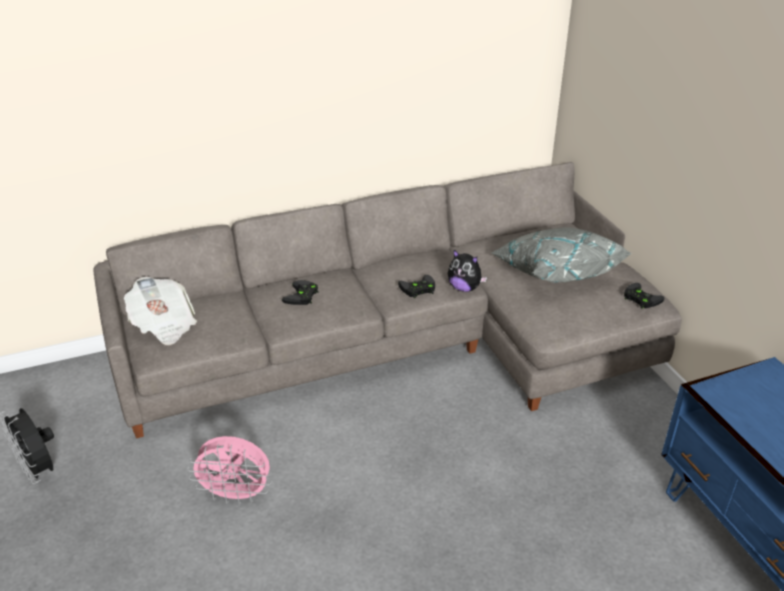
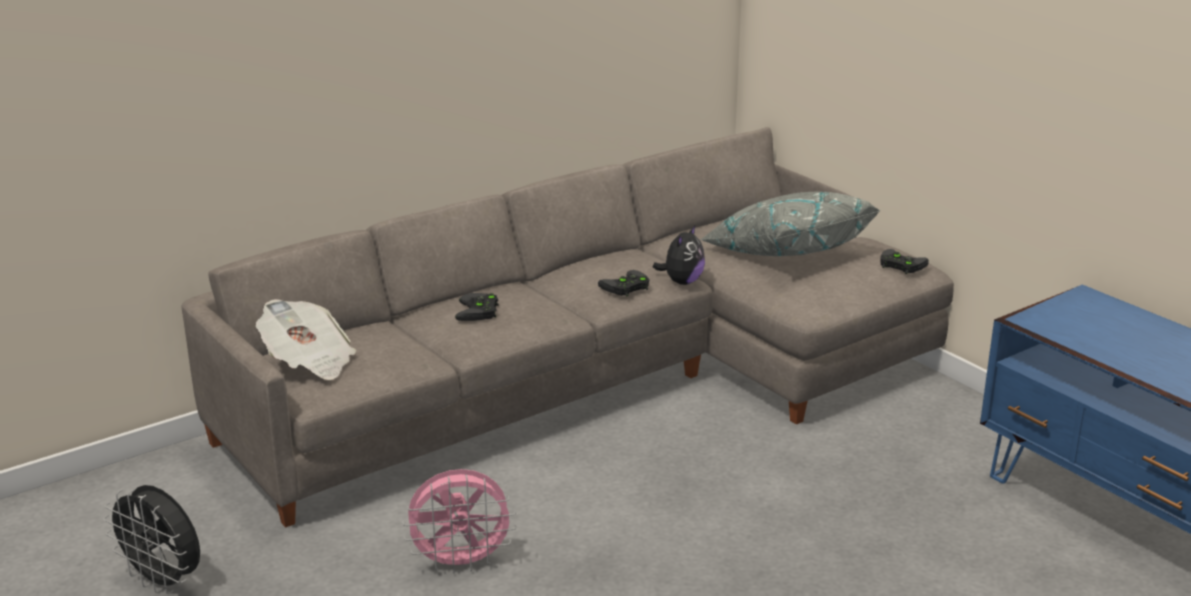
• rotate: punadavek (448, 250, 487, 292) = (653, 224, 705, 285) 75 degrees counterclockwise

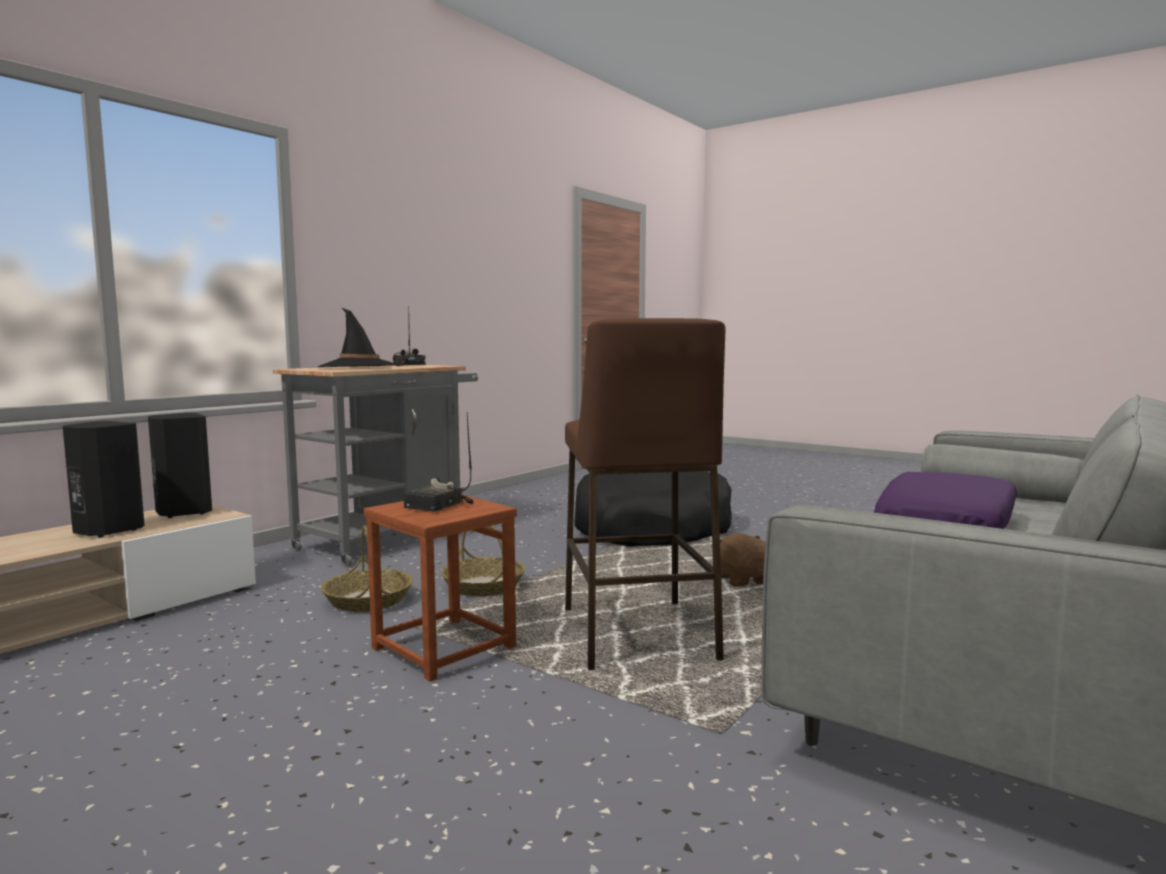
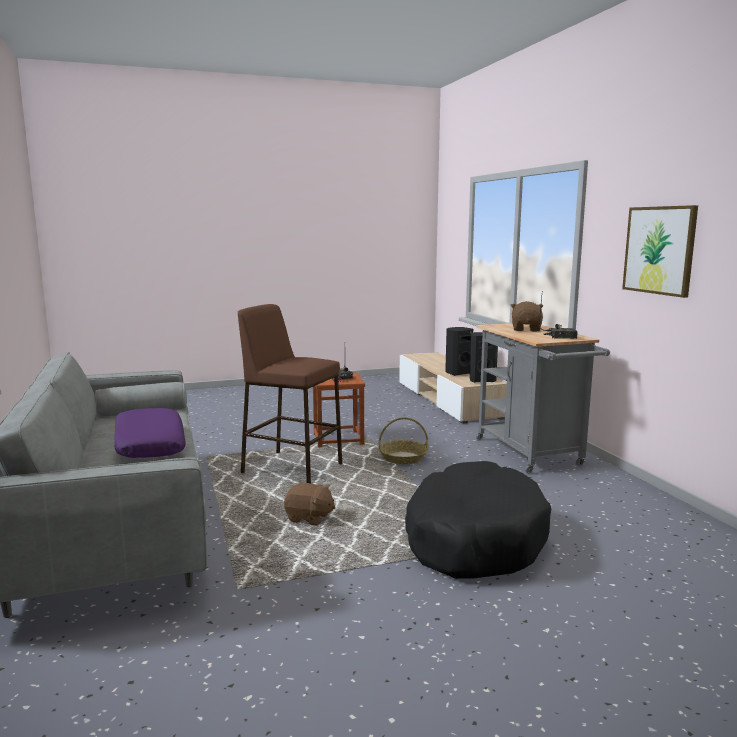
• delete: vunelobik (321, 525, 413, 612)
• insert: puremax (622, 205, 698, 298)
• replace: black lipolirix (317, 308, 399, 367) to brown punadavek (510, 301, 543, 332)

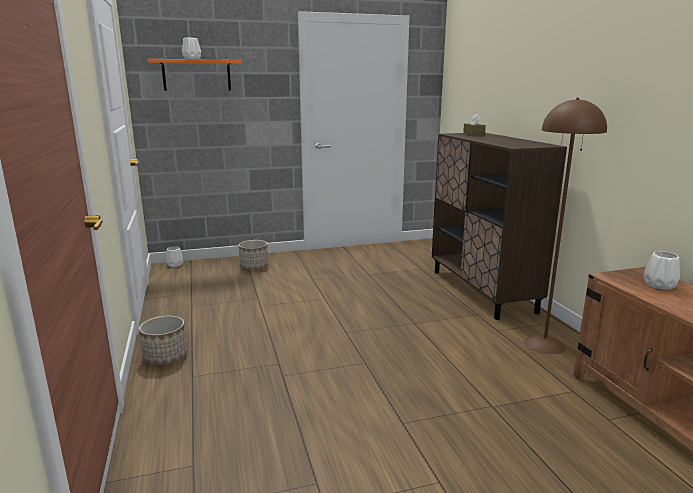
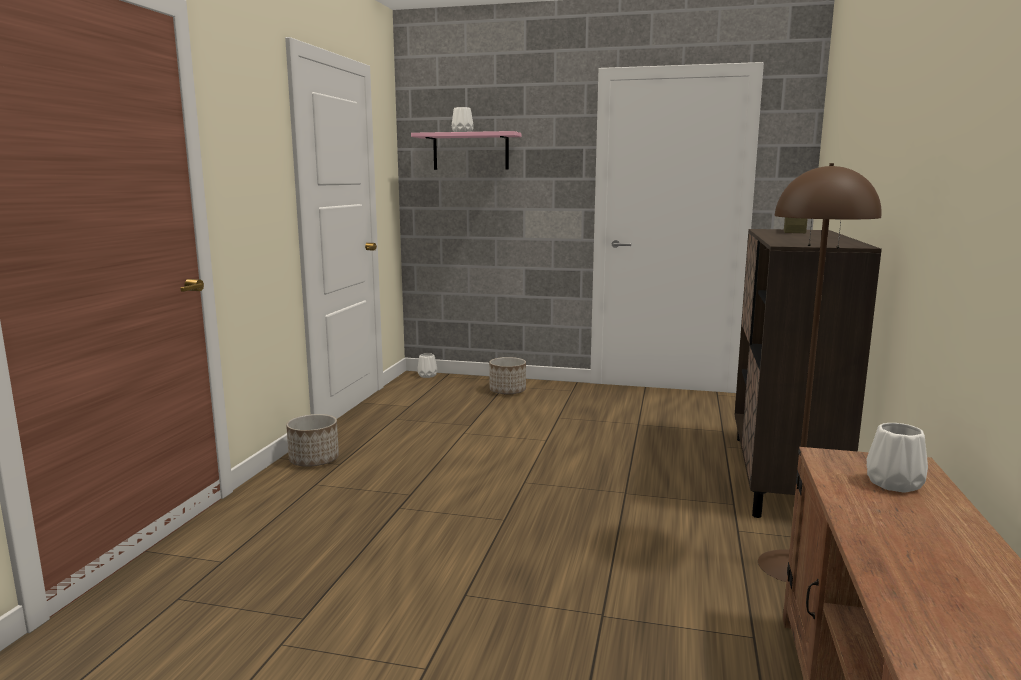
• recolor: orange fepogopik (147, 59, 242, 91) to pink fepogopik (411, 131, 521, 170)

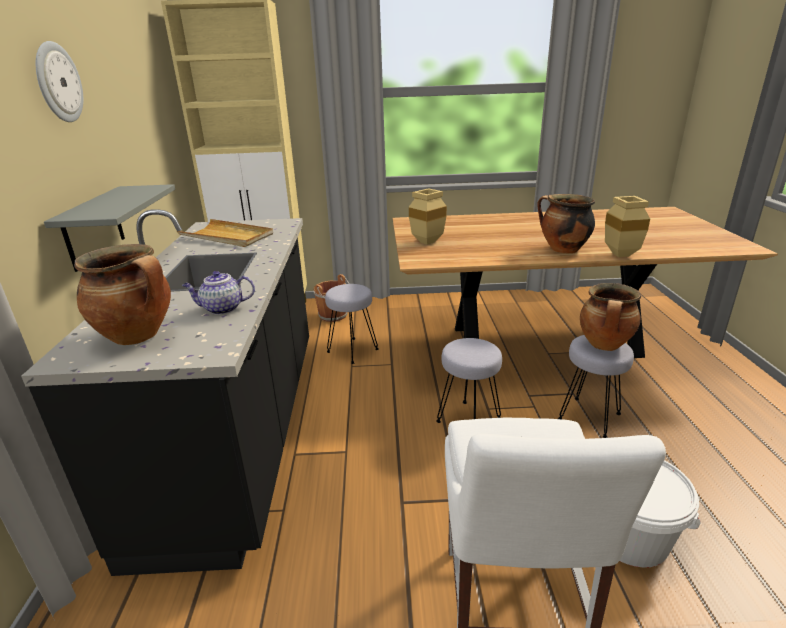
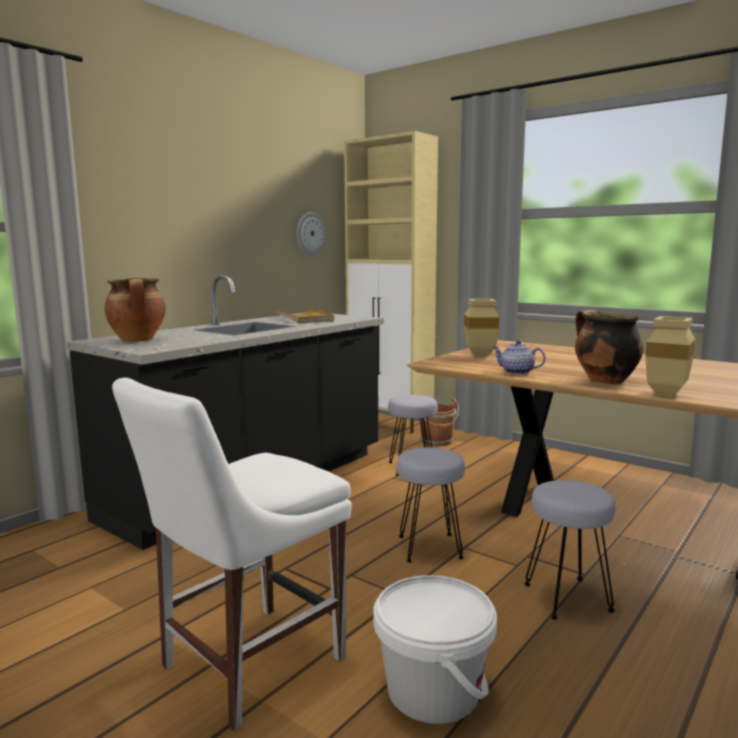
• delete: grey fepogopik (44, 184, 175, 272)
• delete: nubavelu (580, 283, 641, 351)
• move: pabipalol (36, 41, 83, 122) to (297, 212, 326, 255)
• move: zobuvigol (182, 271, 255, 315) to (492, 340, 546, 374)

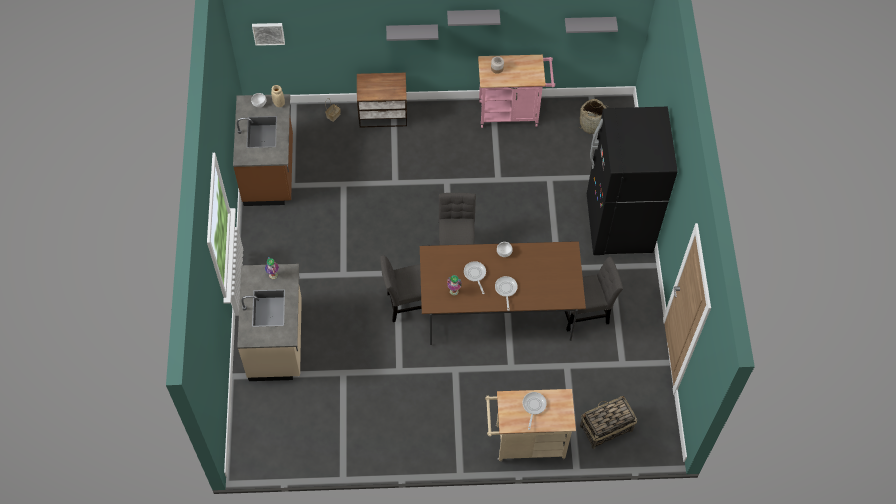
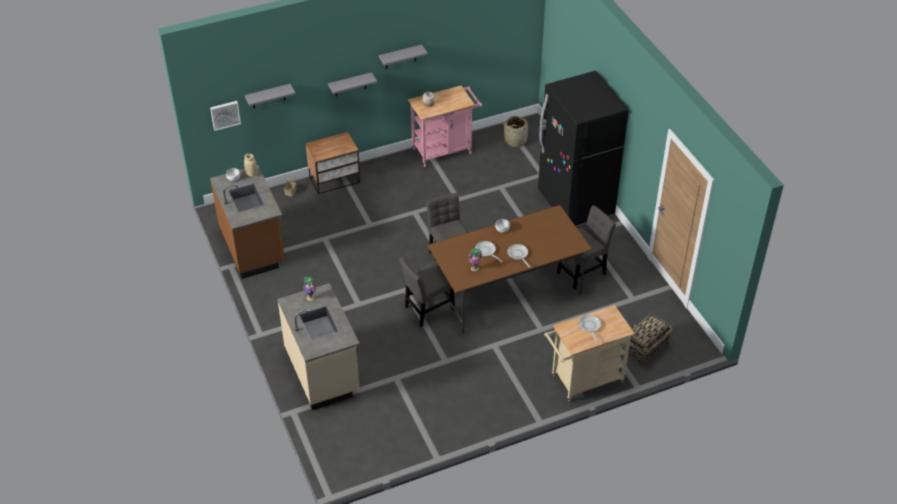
• move: grey fepogopik (565, 17, 618, 33) to (245, 84, 295, 108)

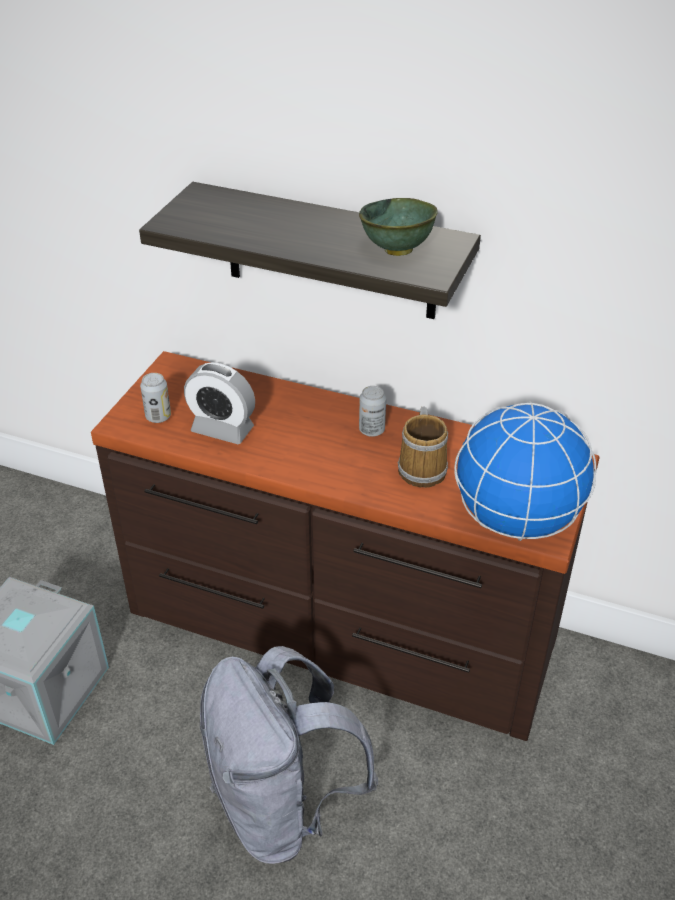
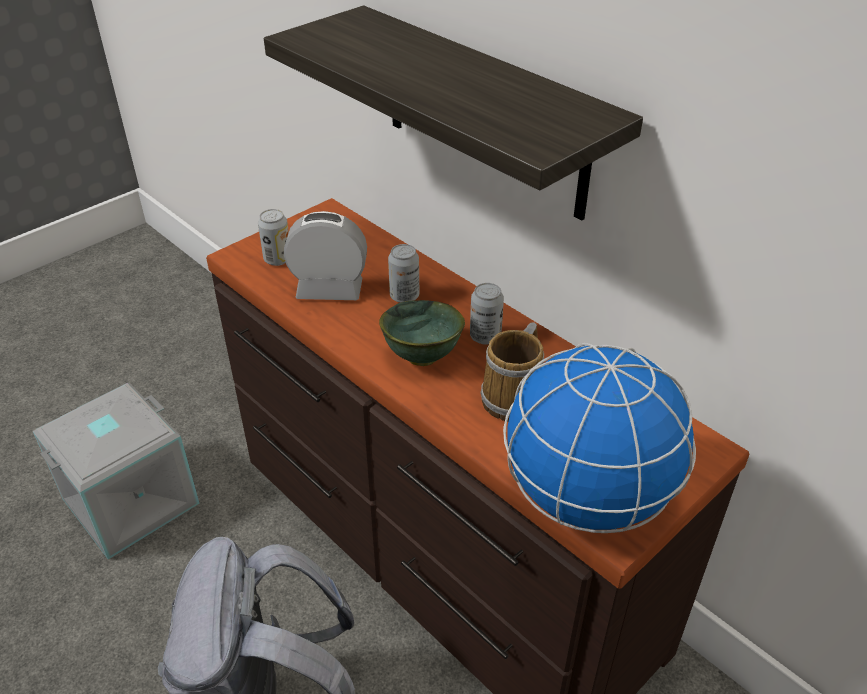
• insert: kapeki (388, 244, 419, 303)
• move: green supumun (359, 198, 438, 256) to (379, 300, 465, 366)
• rotate: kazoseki (184, 362, 255, 444) = (284, 211, 367, 300) 135 degrees clockwise

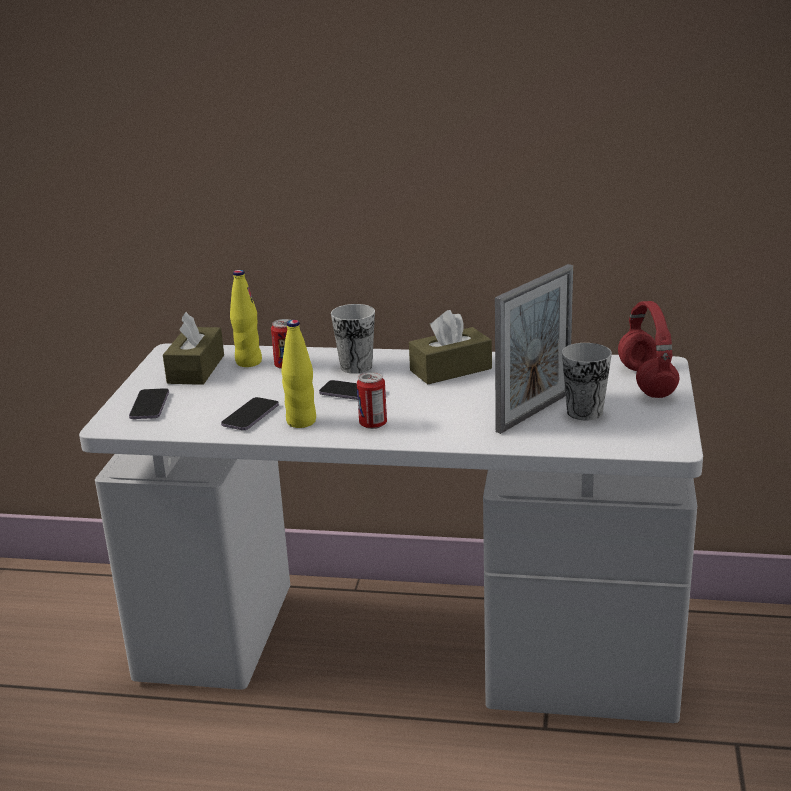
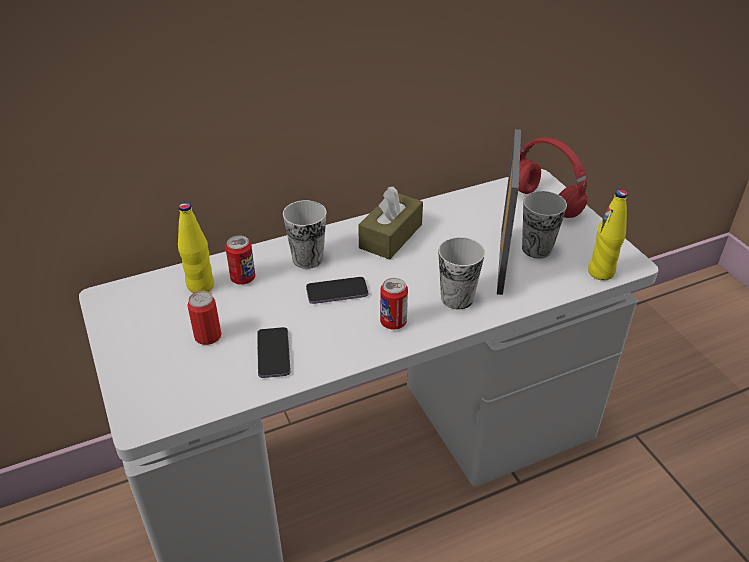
• delete: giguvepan (129, 388, 169, 419)
• delete: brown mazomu (163, 312, 224, 385)
• insert: kapeki (187, 291, 221, 345)
• insert: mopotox (438, 237, 485, 309)
• move: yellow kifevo (281, 320, 316, 428) to (588, 190, 627, 281)

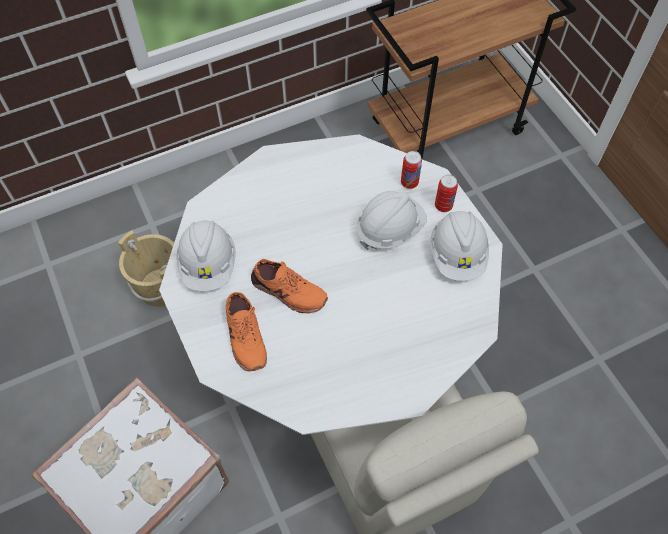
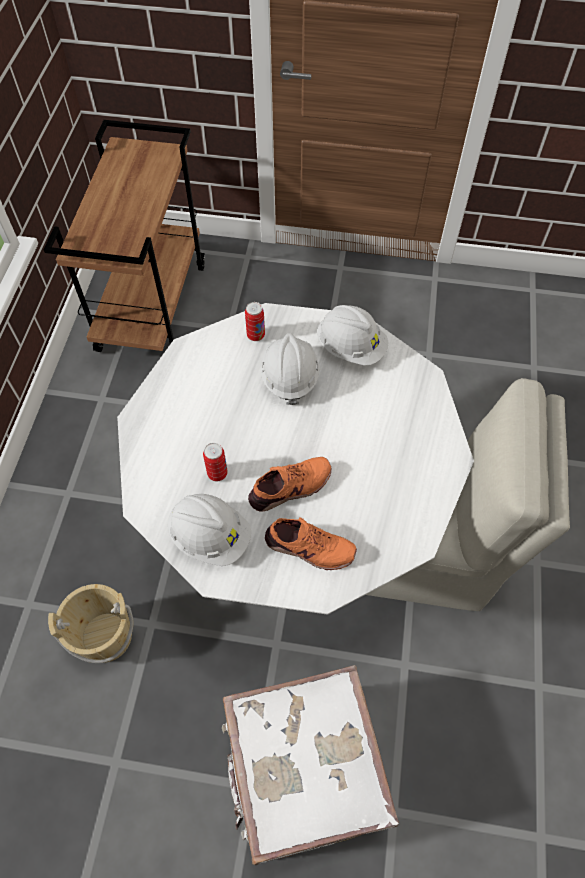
• move: kapeki (435, 174, 458, 212) to (203, 443, 228, 481)

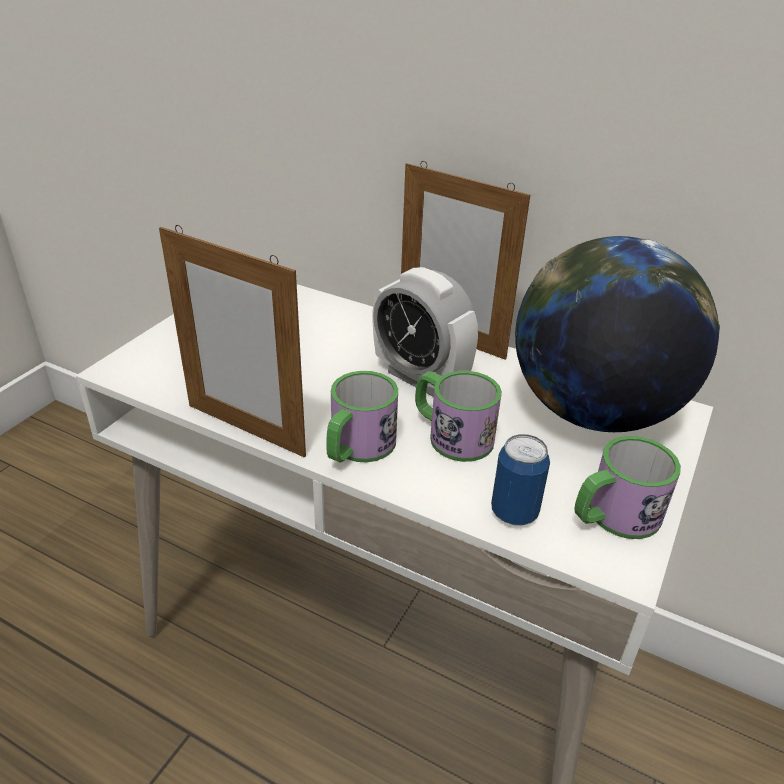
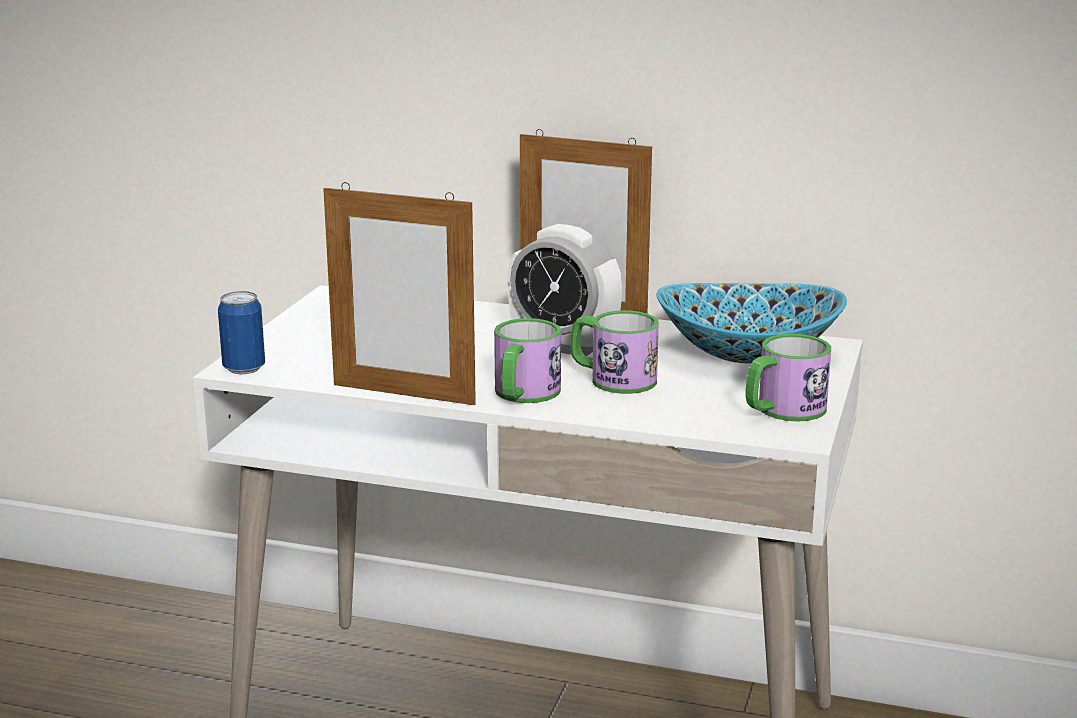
• move: kapeki (491, 434, 550, 525) to (218, 291, 265, 374)
• replace: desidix (515, 236, 720, 432) to supumun (656, 283, 847, 364)

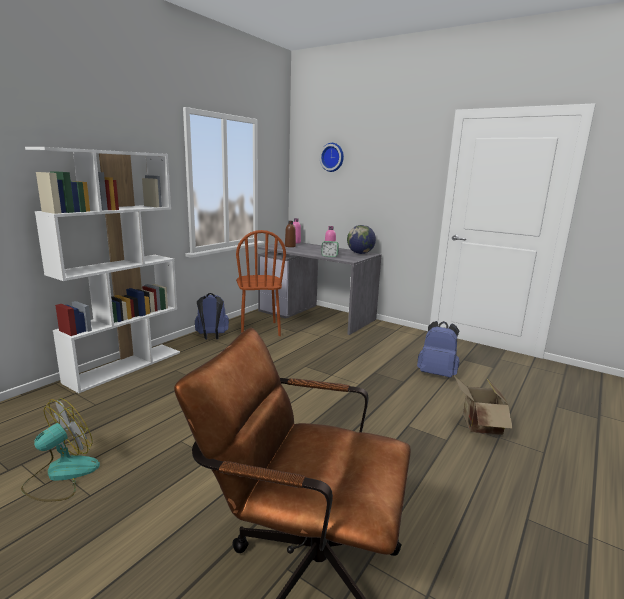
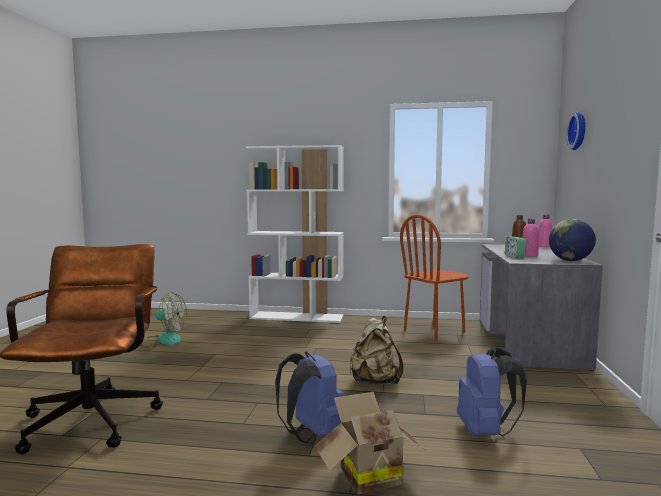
• insert: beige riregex (350, 316, 404, 385)
• move: blue riregex (195, 293, 229, 340) to (275, 352, 343, 443)

